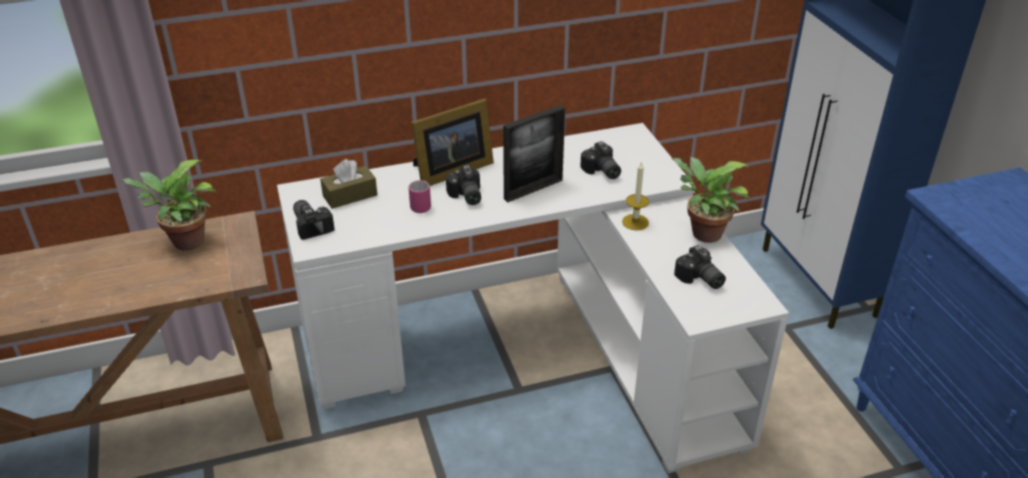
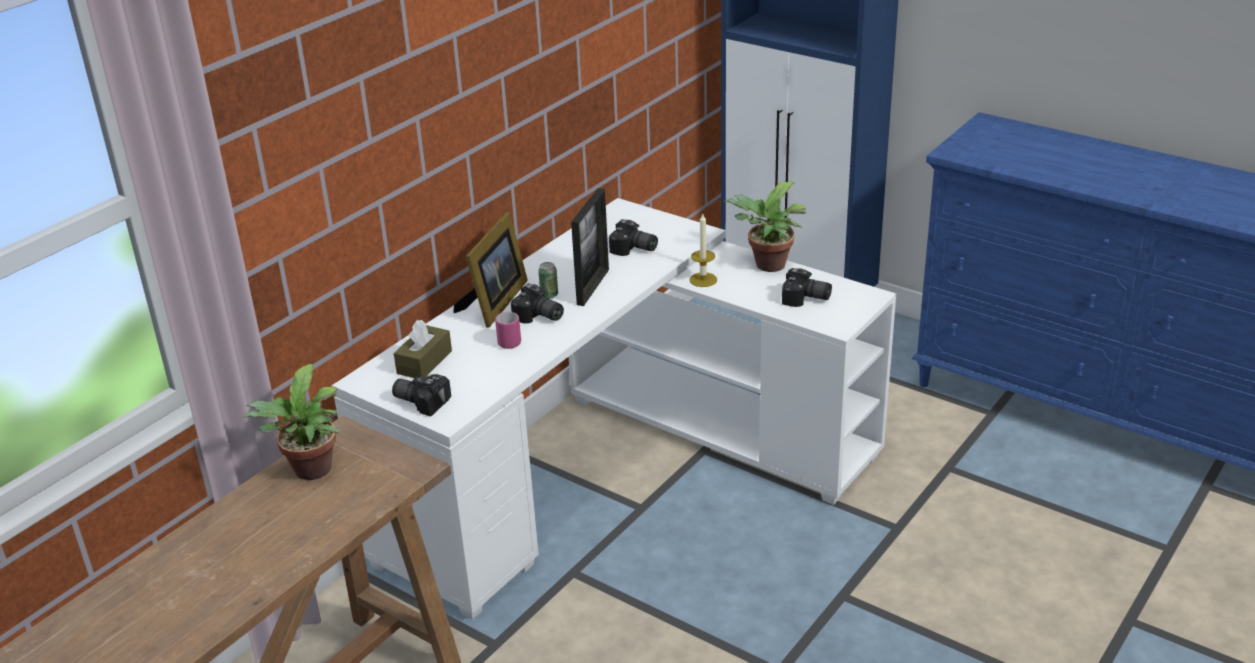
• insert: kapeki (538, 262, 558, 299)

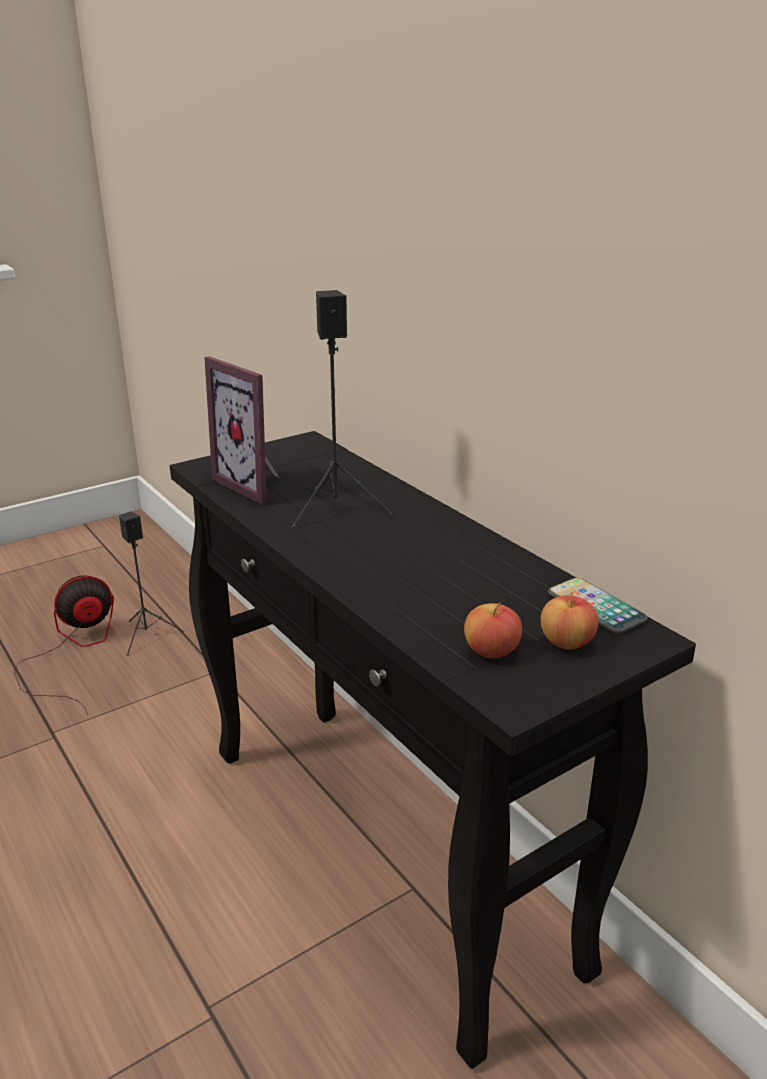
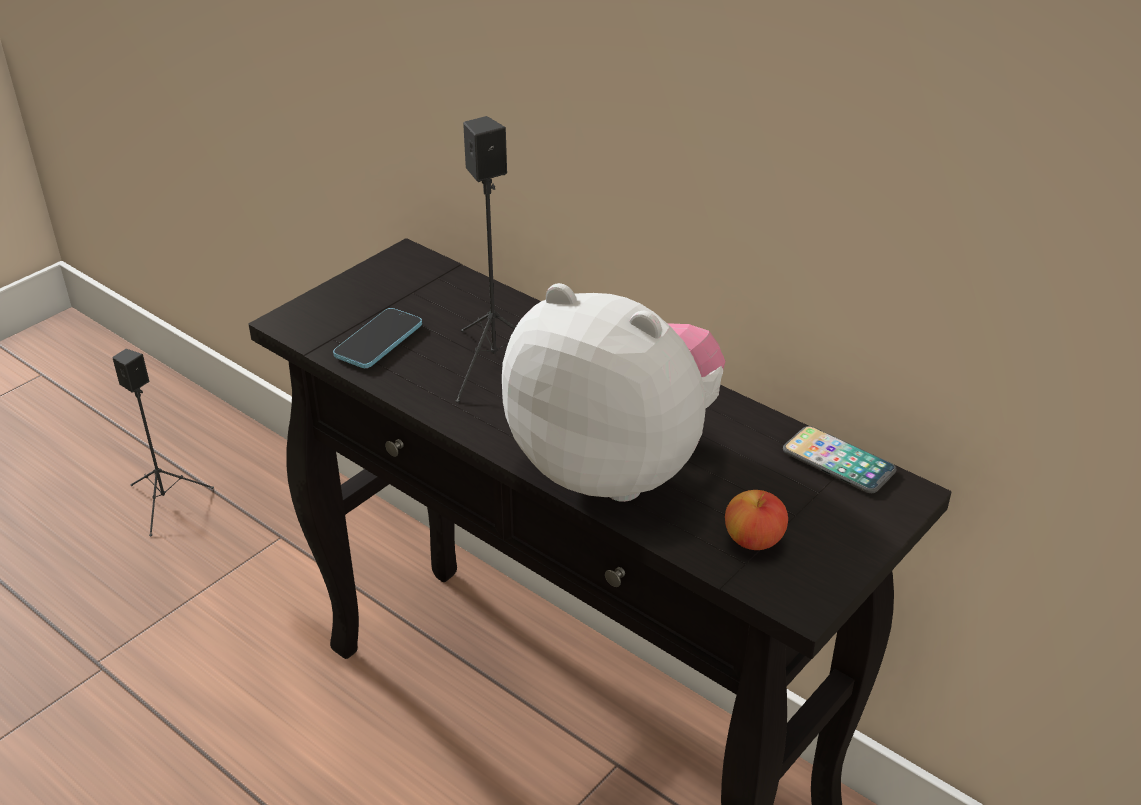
• delete: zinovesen (14, 575, 114, 715)
• delete: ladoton (541, 592, 599, 649)
• insert: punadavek (502, 283, 725, 502)
• replace: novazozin (205, 356, 279, 504) to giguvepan (333, 308, 422, 368)

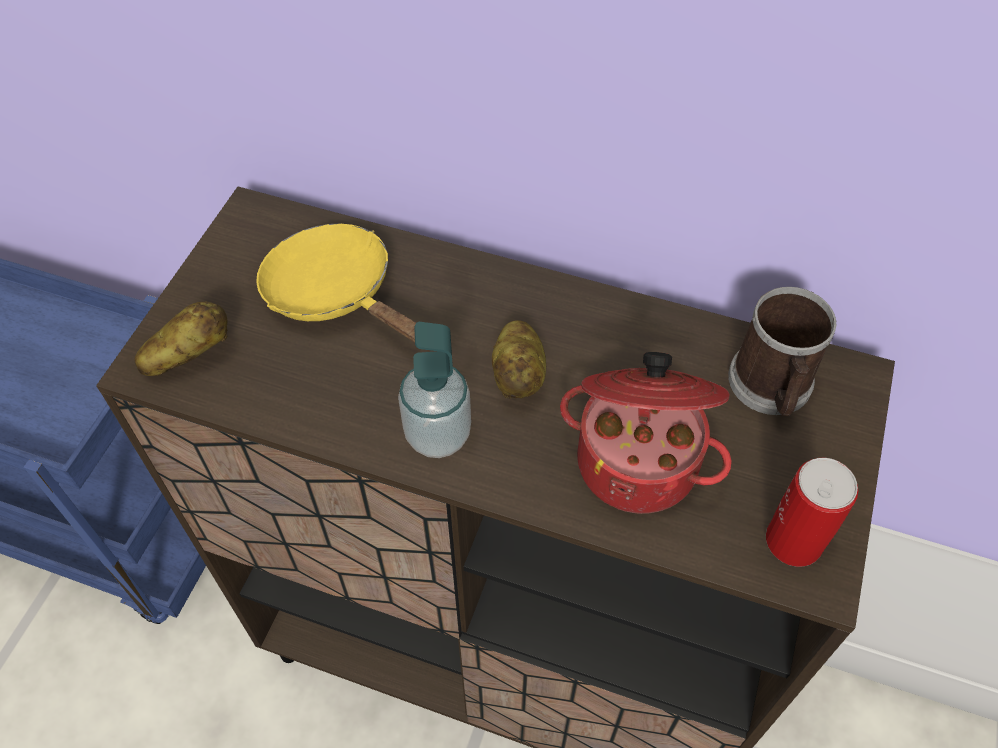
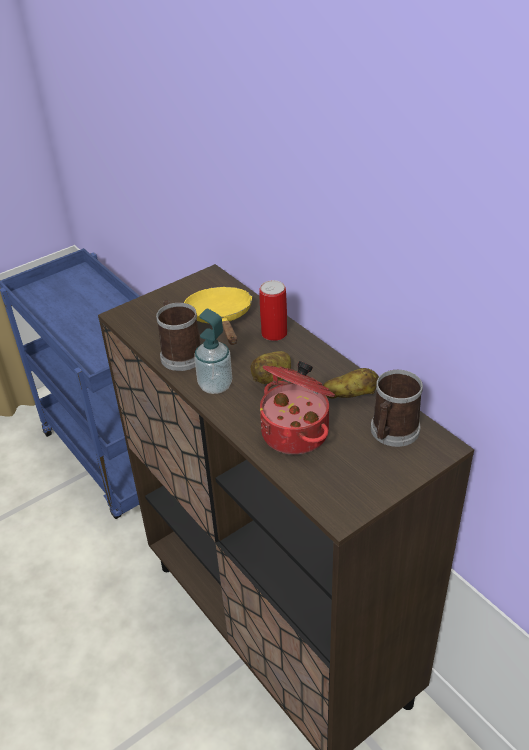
• insert: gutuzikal (156, 300, 201, 371)
• move: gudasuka (134, 302, 228, 376) to (323, 368, 379, 398)
• move: kapeki (766, 458, 858, 567) to (259, 280, 287, 341)

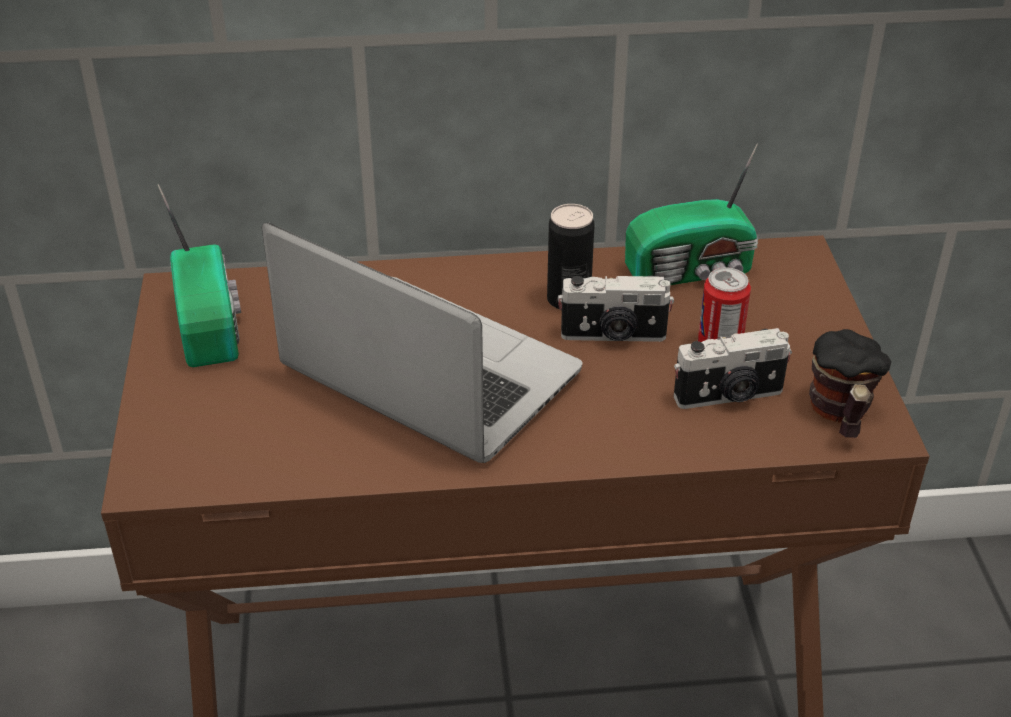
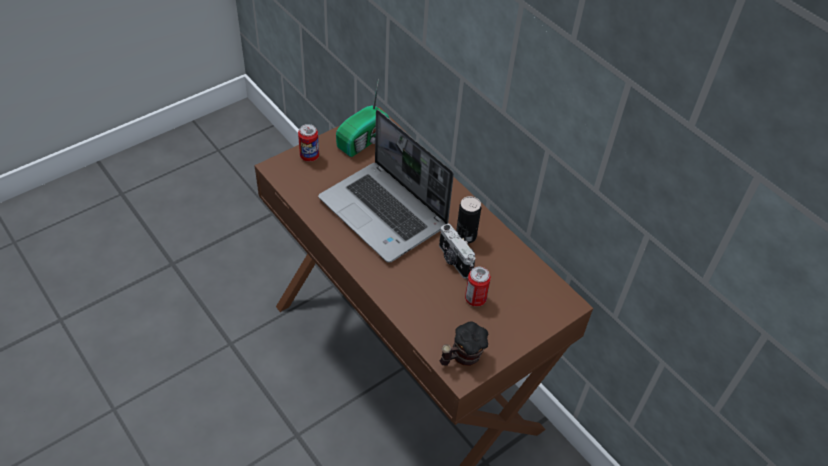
• delete: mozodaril (625, 143, 758, 285)
• delete: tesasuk (674, 328, 792, 409)
• insert: kapeki (298, 124, 319, 162)
• rotate: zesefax (262, 223, 583, 463) = (318, 110, 454, 263) 135 degrees clockwise

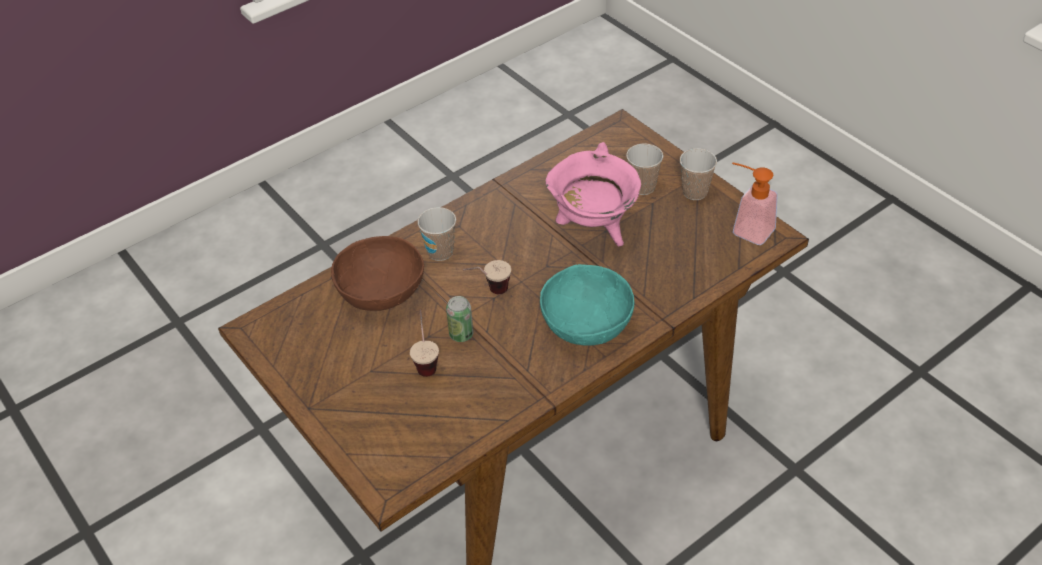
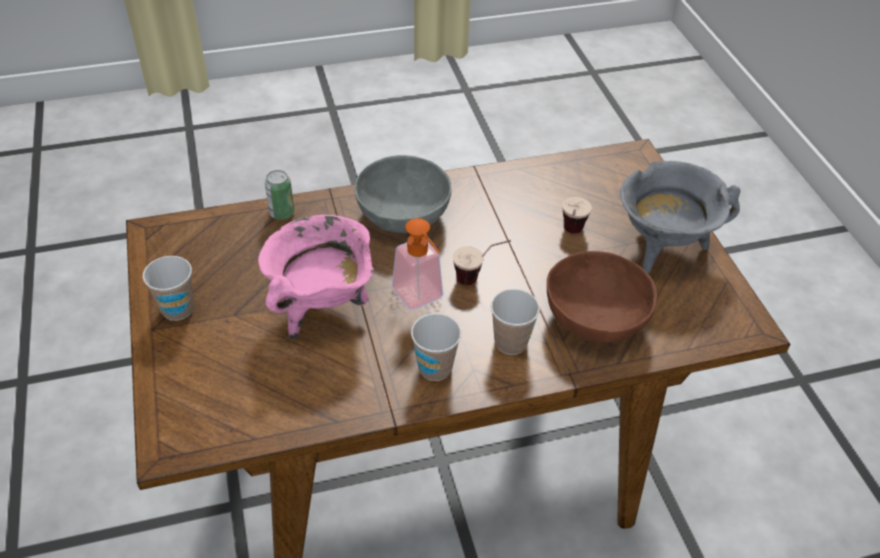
• insert: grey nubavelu (620, 161, 741, 274)
• move: kapeki (446, 296, 473, 342) to (265, 170, 294, 220)
• move: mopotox (626, 143, 663, 195) to (411, 313, 462, 381)
• move: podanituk (732, 162, 778, 245) to (392, 218, 443, 310)
• recolor: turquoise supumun (540, 264, 635, 346) to grey supumun (354, 155, 451, 233)

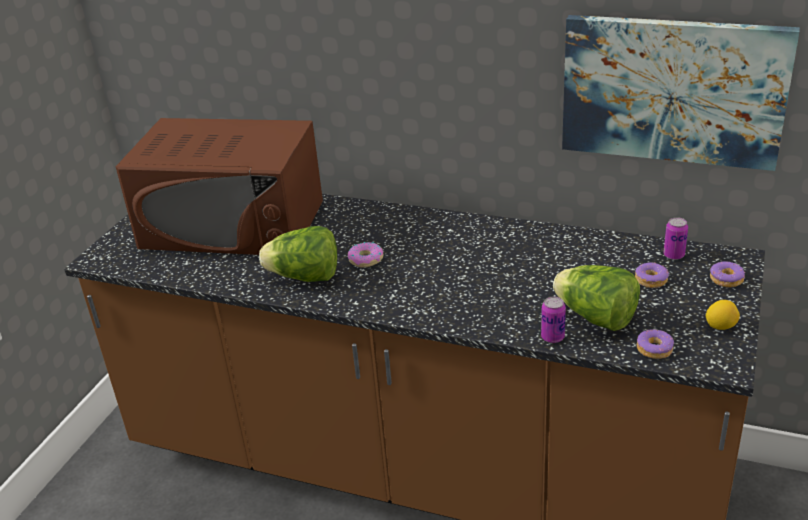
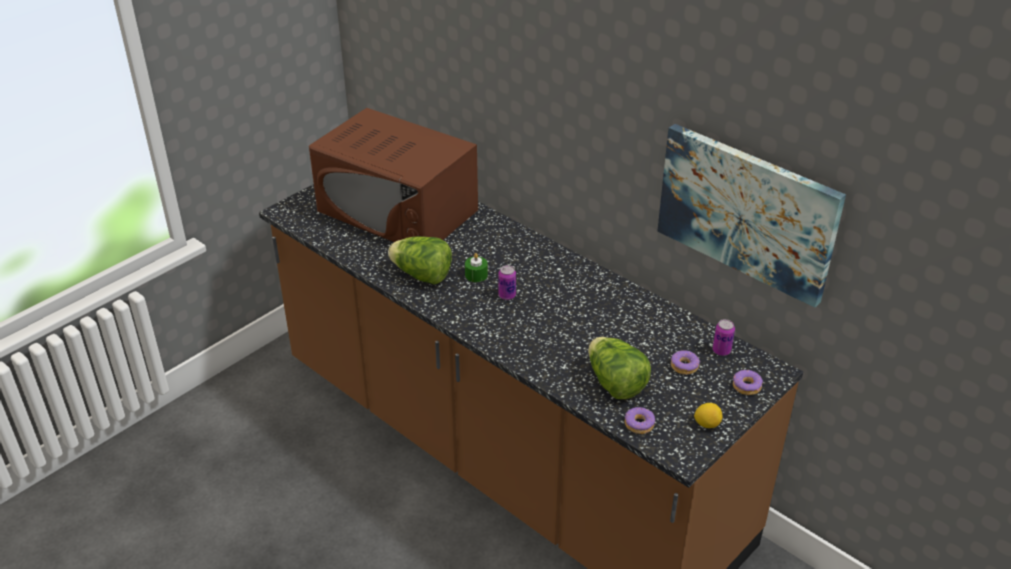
• move: kapeki (541, 297, 566, 343) to (498, 265, 516, 300)
• replace: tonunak (348, 242, 383, 268) to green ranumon (465, 253, 488, 282)

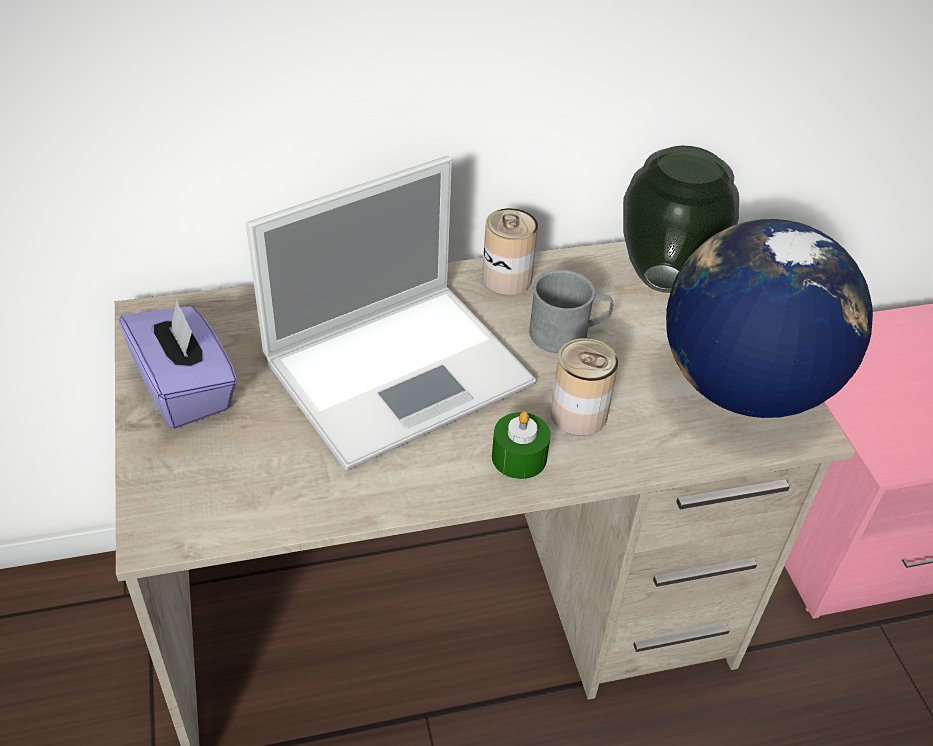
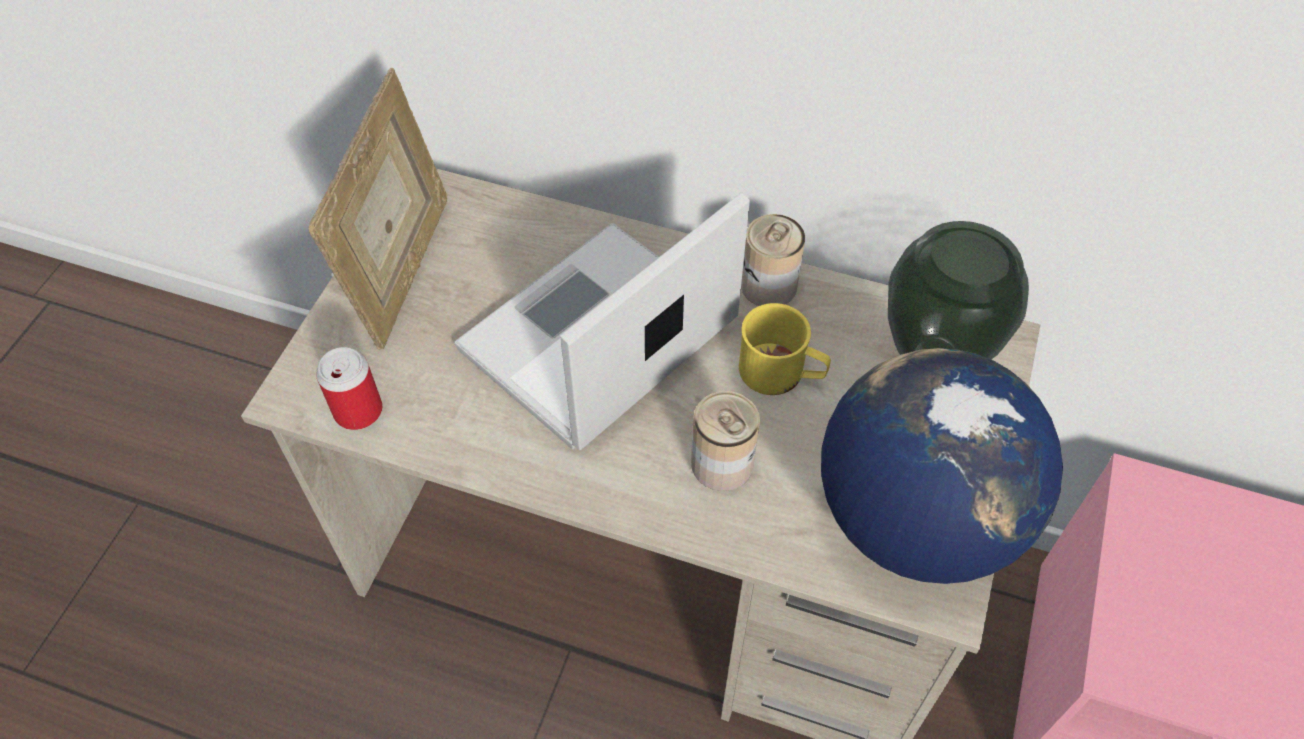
• delete: green ranumon (492, 411, 551, 479)
• insert: kapeki (316, 347, 382, 430)
• replace: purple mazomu (119, 299, 237, 429) to novazozin (308, 68, 447, 350)
• recolor: grey gutuzikal (529, 269, 614, 353) to yellow gutuzikal (739, 303, 831, 395)
• rotate: zesefax (246, 156, 536, 471) = (454, 193, 750, 450) 135 degrees clockwise

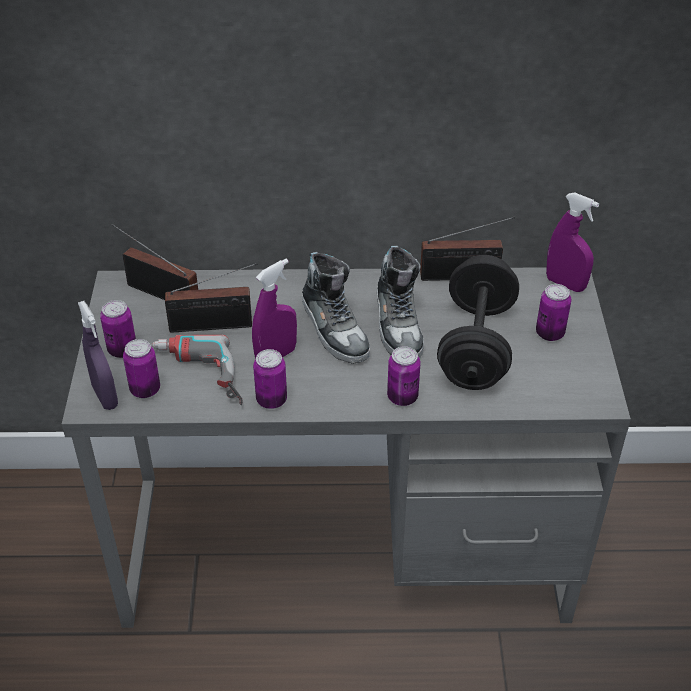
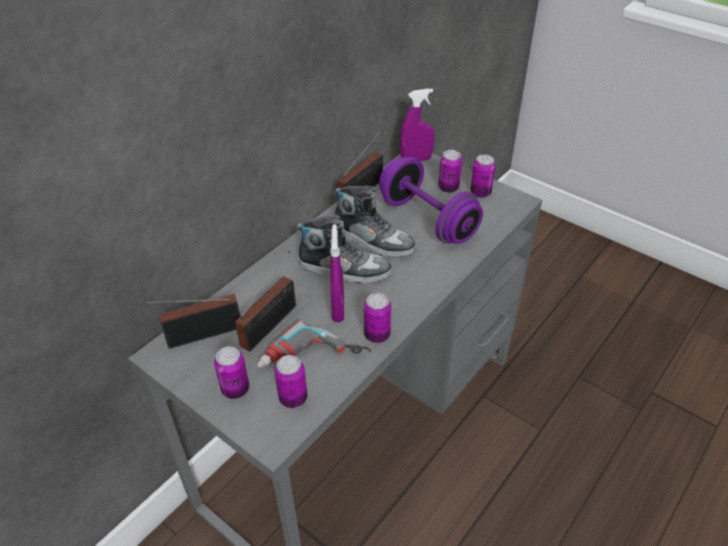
• delete: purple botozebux (78, 301, 118, 410)
• move: kapeki (387, 346, 421, 406) to (470, 154, 496, 198)
• recolor: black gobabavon (437, 255, 519, 390) to purple gobabavon (379, 157, 483, 244)

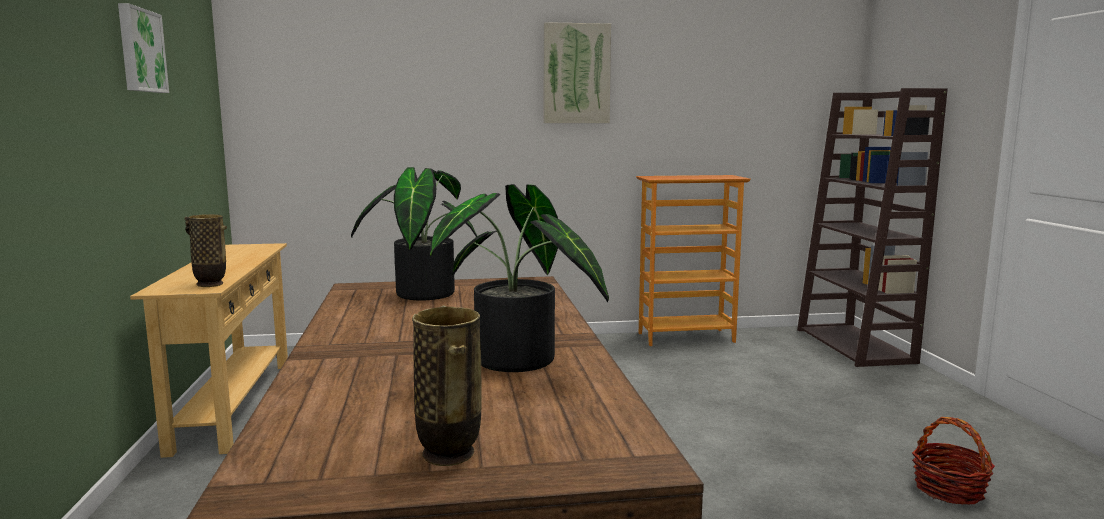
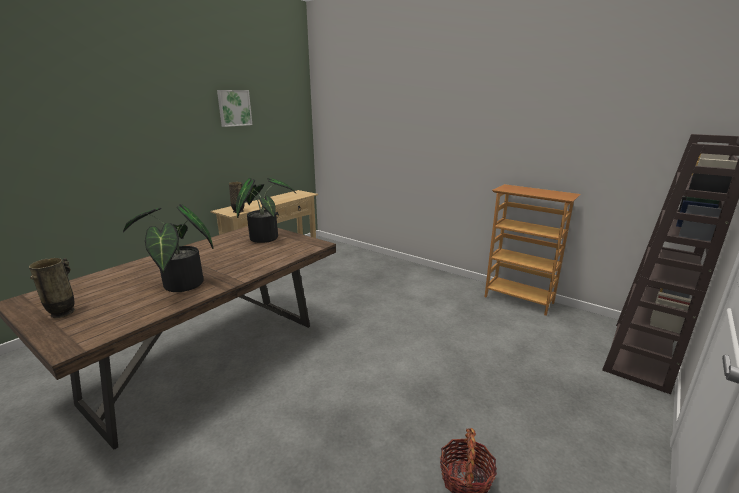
• delete: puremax (544, 22, 611, 123)

